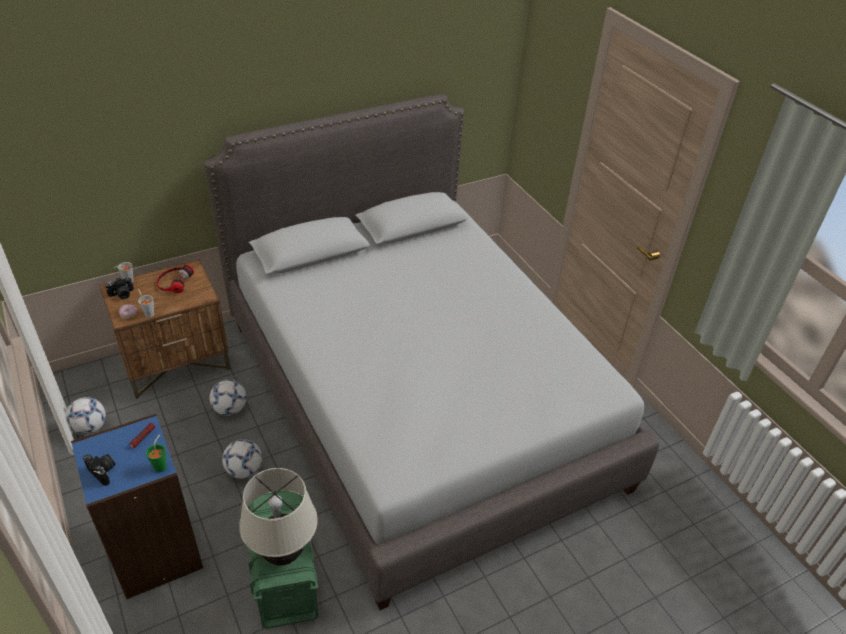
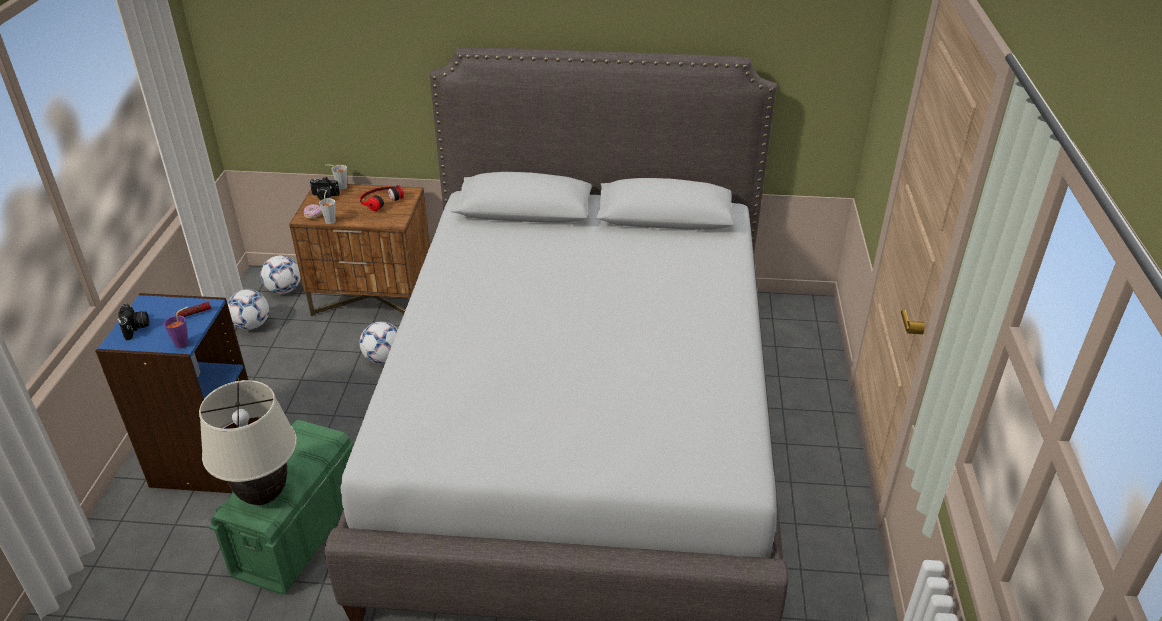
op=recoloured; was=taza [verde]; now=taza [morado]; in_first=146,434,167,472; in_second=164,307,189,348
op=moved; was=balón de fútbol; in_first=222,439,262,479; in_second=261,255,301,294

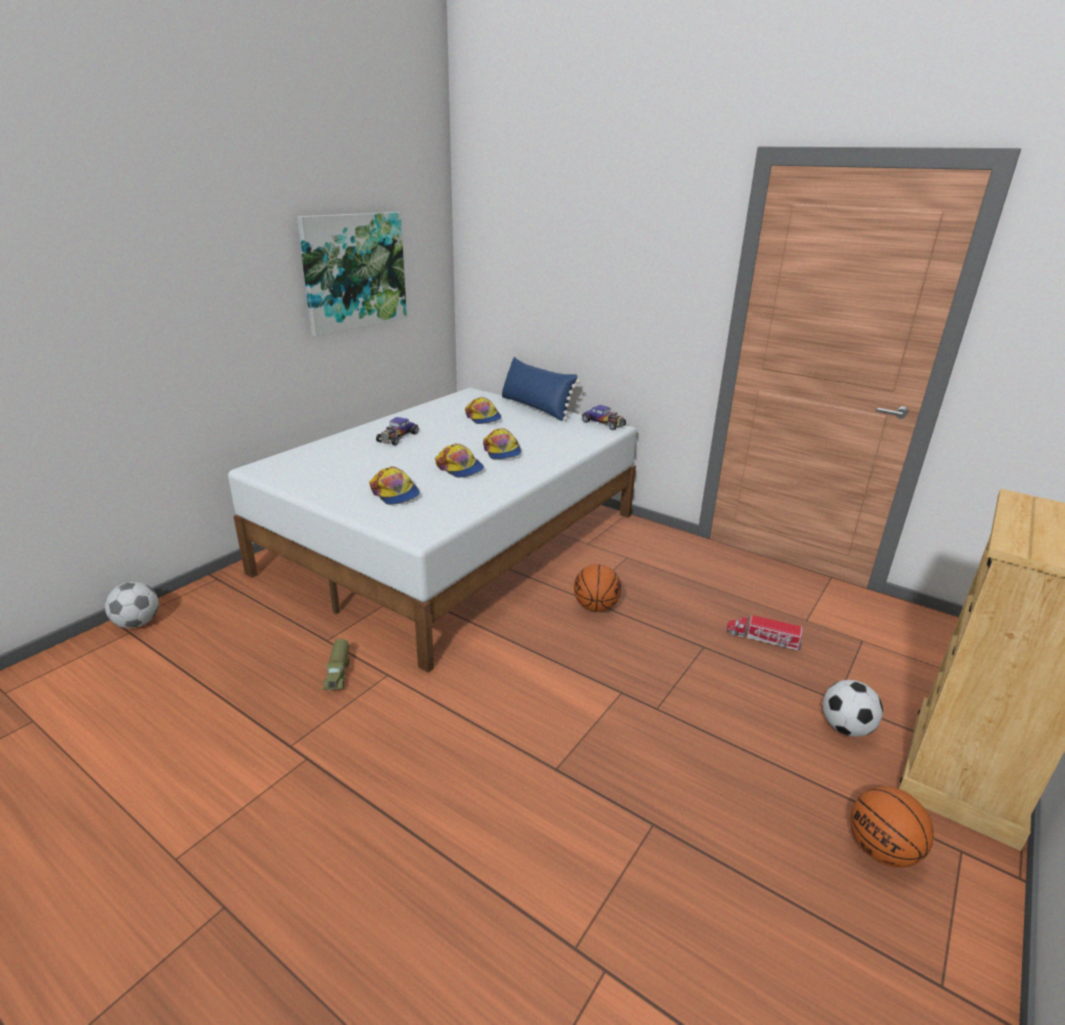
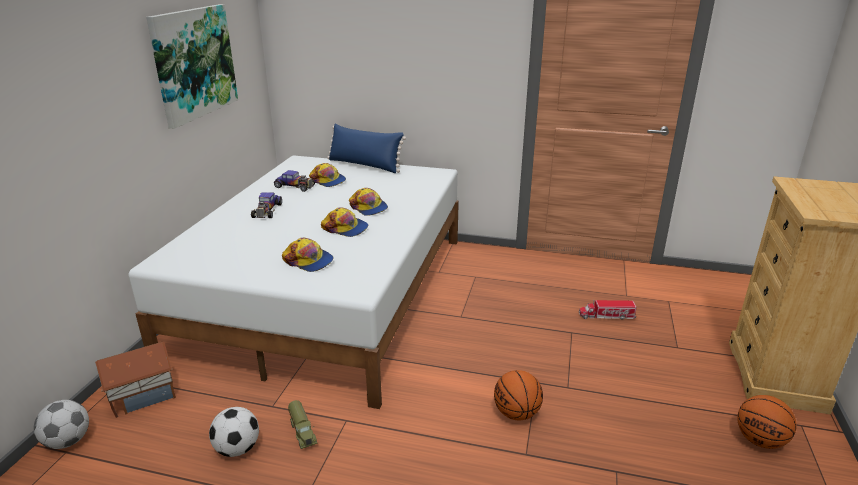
op=moved; was=coche de juguete; in_first=582,405,626,430; in_second=274,170,315,192
op=moved; was=balón de baloncesto; in_first=574,564,621,612; in_second=494,370,543,421
op=moved; was=balón de fútbol; in_first=822,680,883,737; in_second=209,407,259,457
op=added; now=casita; in_second=95,342,176,418

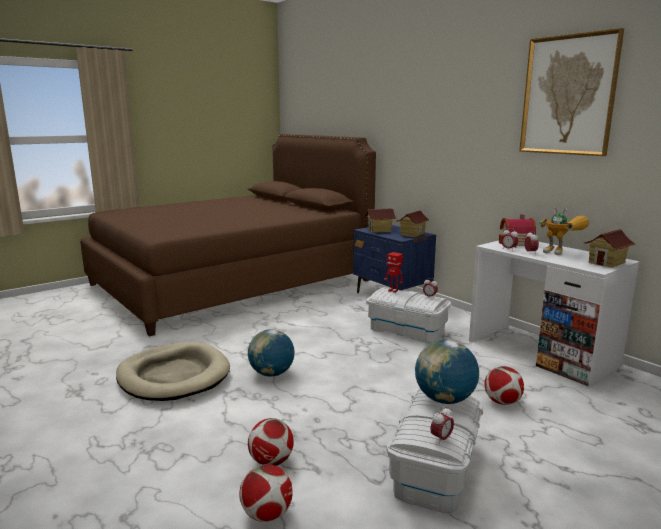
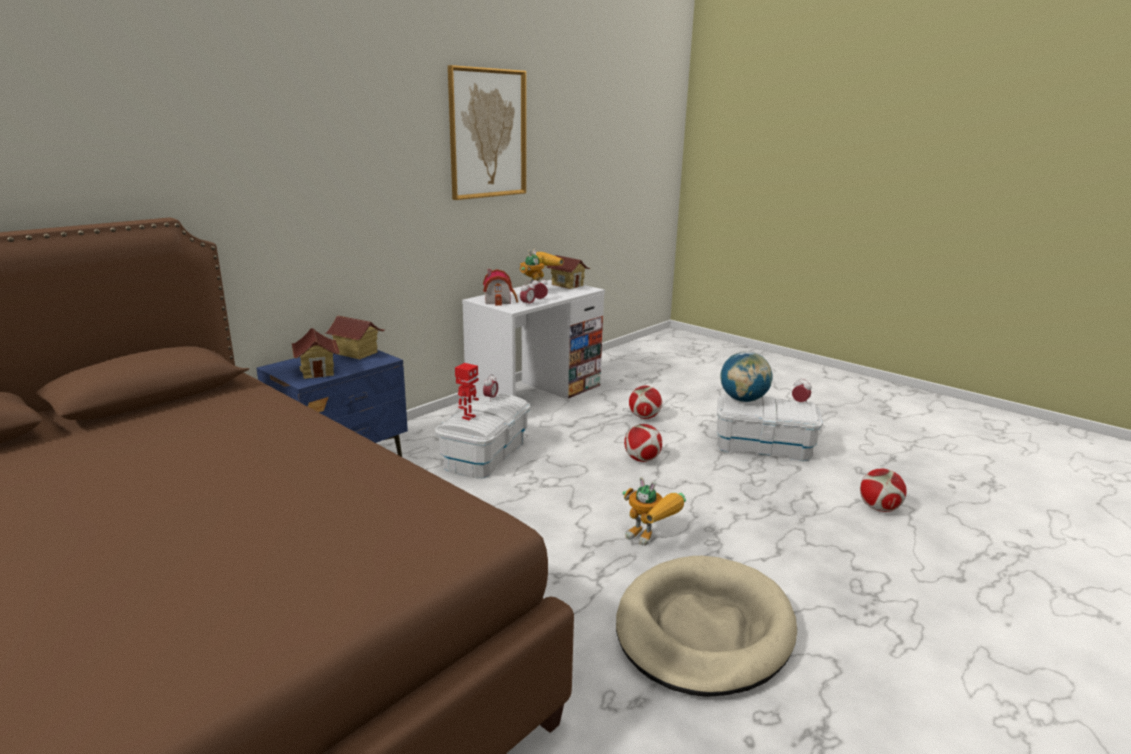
op=replaced; was=globo terráqueo; now=robot de juguete; in_first=248,329,295,376; in_second=622,477,686,546
op=moved; was=balón de fútbol; in_first=248,418,294,466; in_second=624,424,662,462

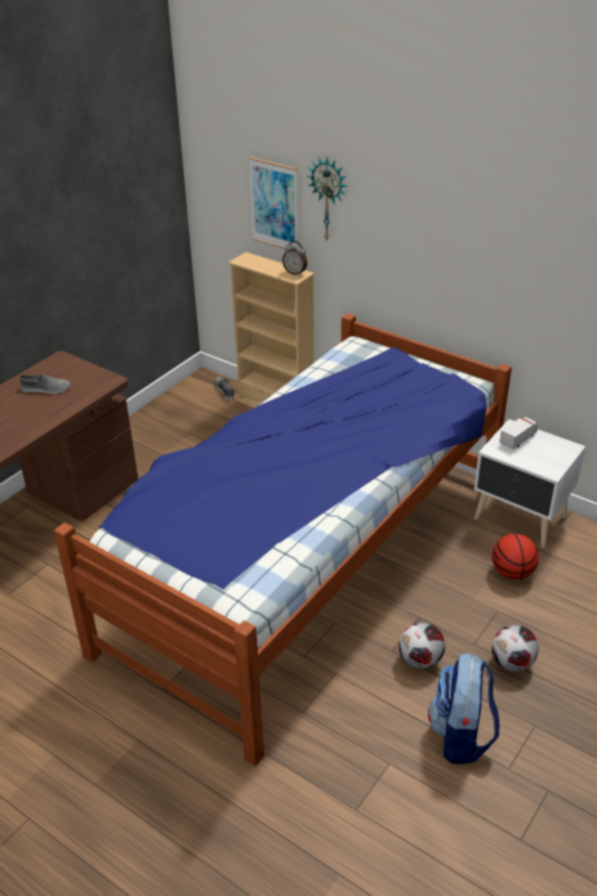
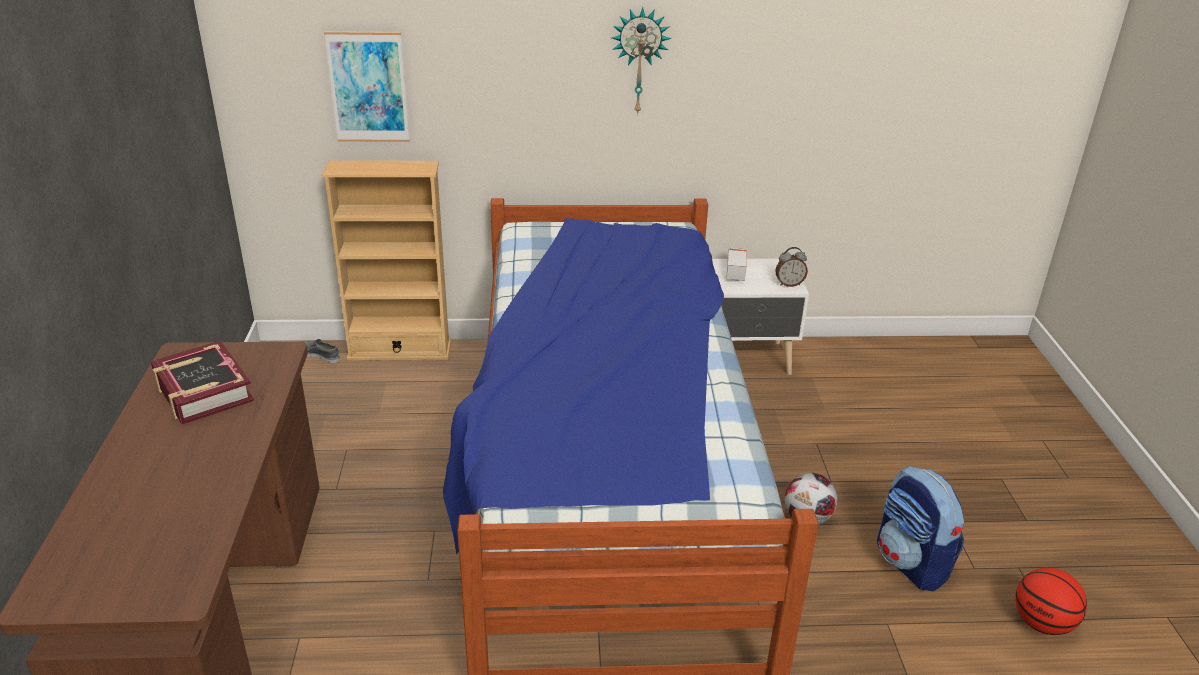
op=moved; was=reloj de pared; in_first=307,156,348,242; in_second=611,7,671,115
op=moved; was=despertador; in_first=282,241,307,275; in_second=776,247,808,287
op=replaced; was=zapato [gris]; now=libro; in_first=19,373,71,394; in_second=150,341,254,425
op=moved; was=balón de baloncesto; in_first=492,534,539,580; in_second=1015,568,1087,635
op=removed; was=balón de fútbol; in_first=492,625,539,672

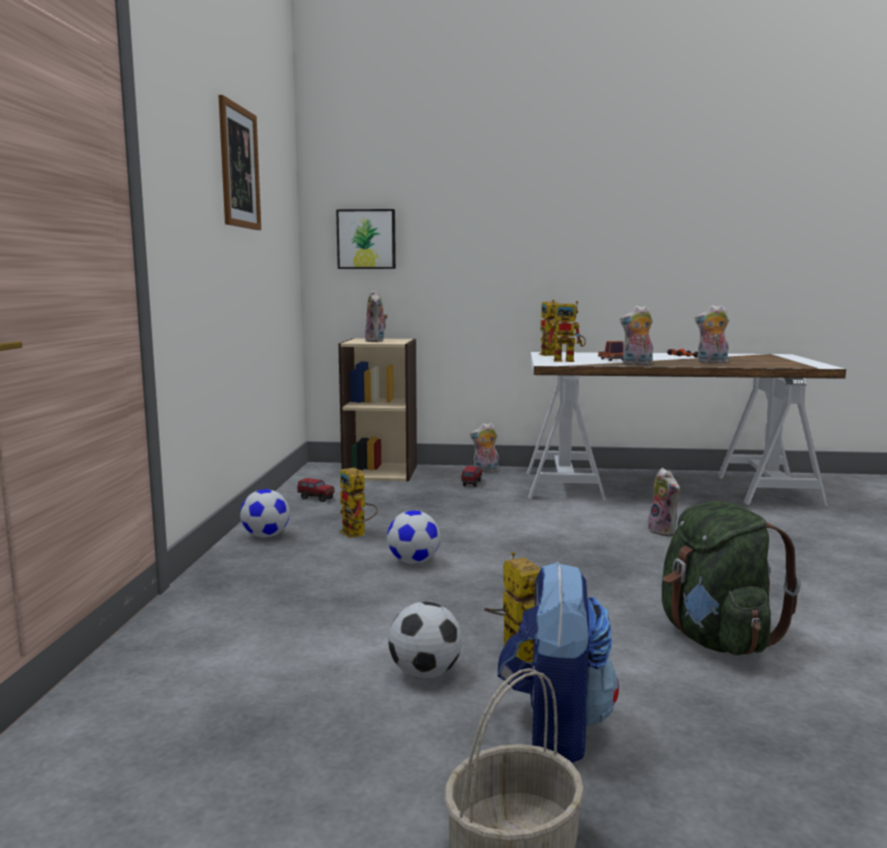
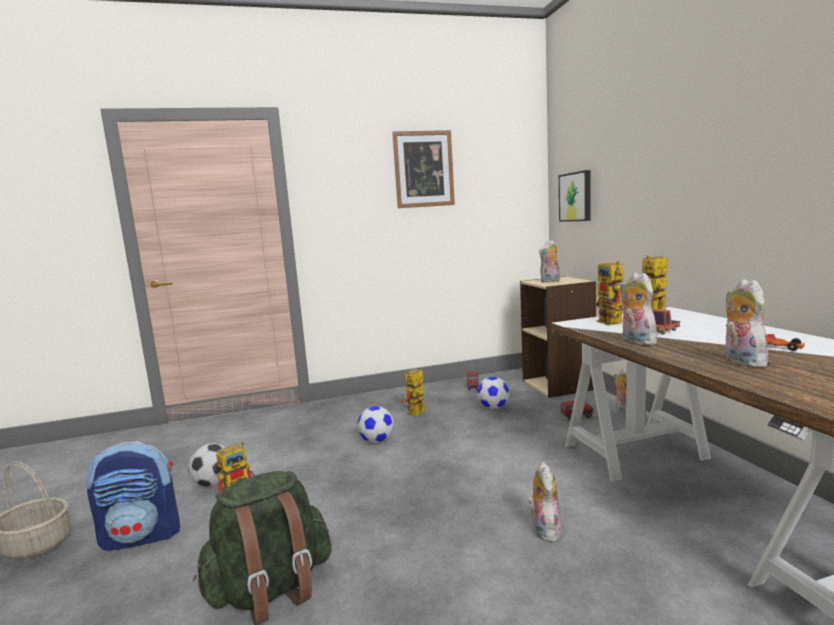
op=turned; was=peluche; in_first=648,468,680,536; in_second=528,462,562,542; clockwise=135
op=moved; was=balón de fútbol; in_first=240,489,290,538; in_second=477,377,509,409

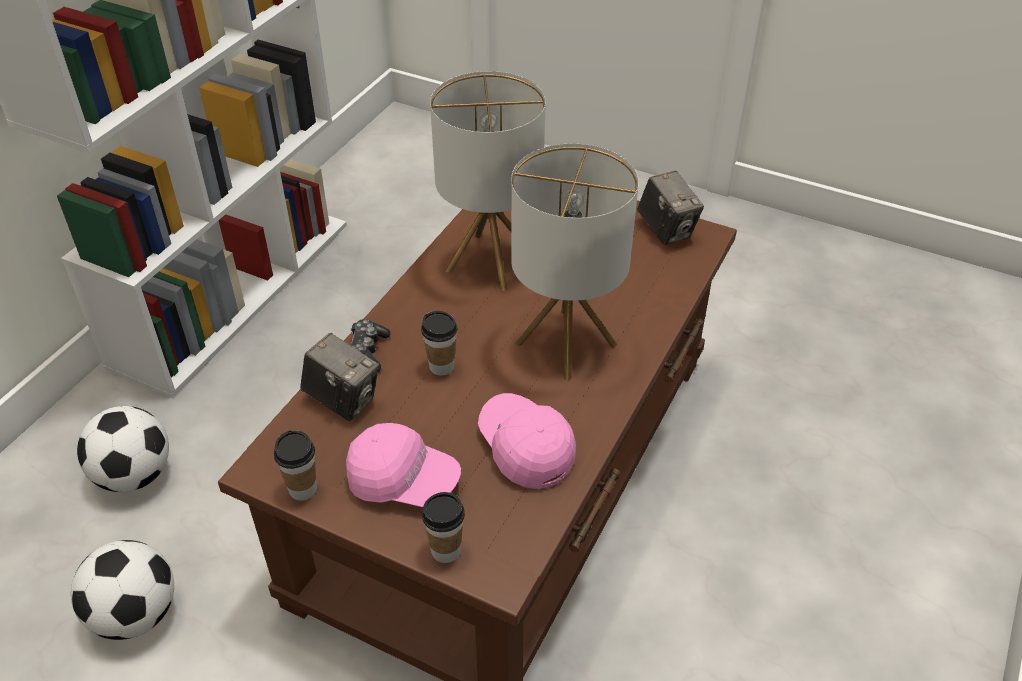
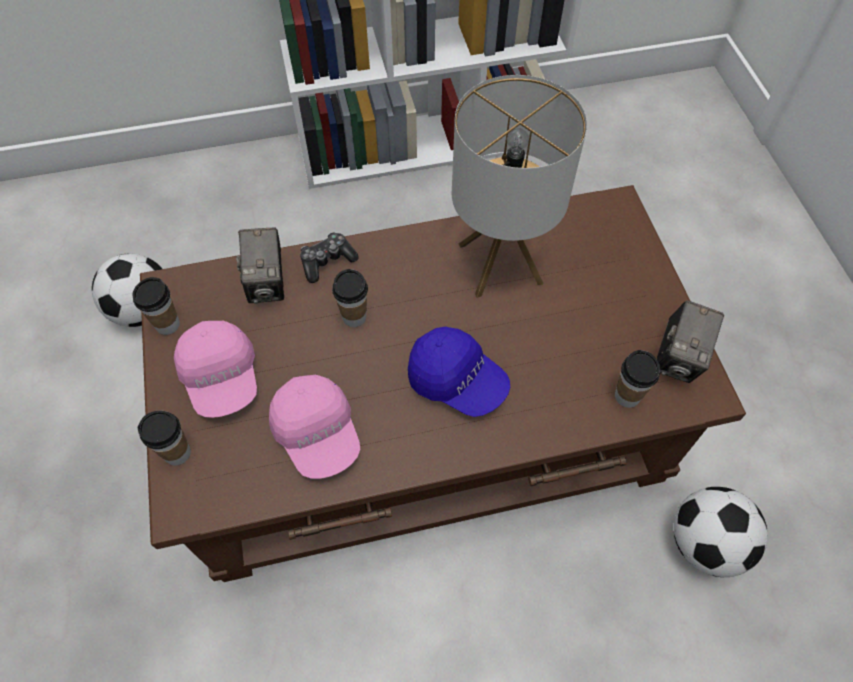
op=replaced; was=lámpara de mesa; now=gorra [azul]; in_first=511,144,639,381; in_second=408,327,510,417
op=turned; was=gorra [rosa]; in_first=478,393,576,489; in_second=269,375,360,479; clockwise=135
op=moved; was=balón de fútbol; in_first=77,406,169,492; in_second=673,487,768,577
op=added; now=taza; in_second=615,350,660,408

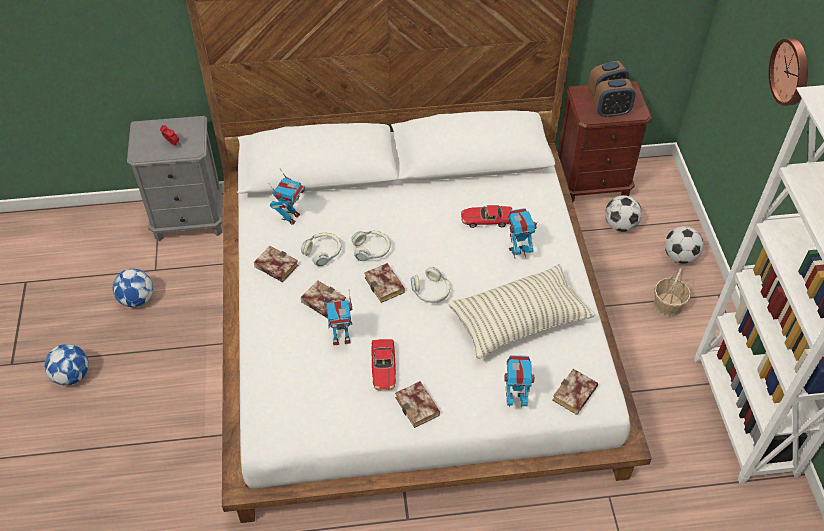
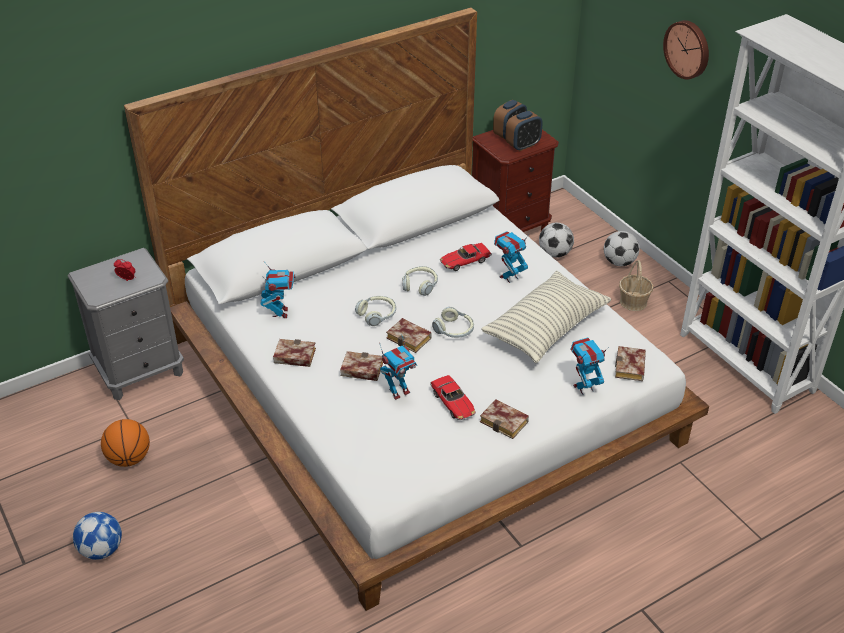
op=moved; was=auriculares; in_first=301,232,341,266; in_second=402,266,438,296
op=replaced; was=balón de fútbol; now=balón de baloncesto; in_first=113,269,153,307; in_second=101,419,150,467

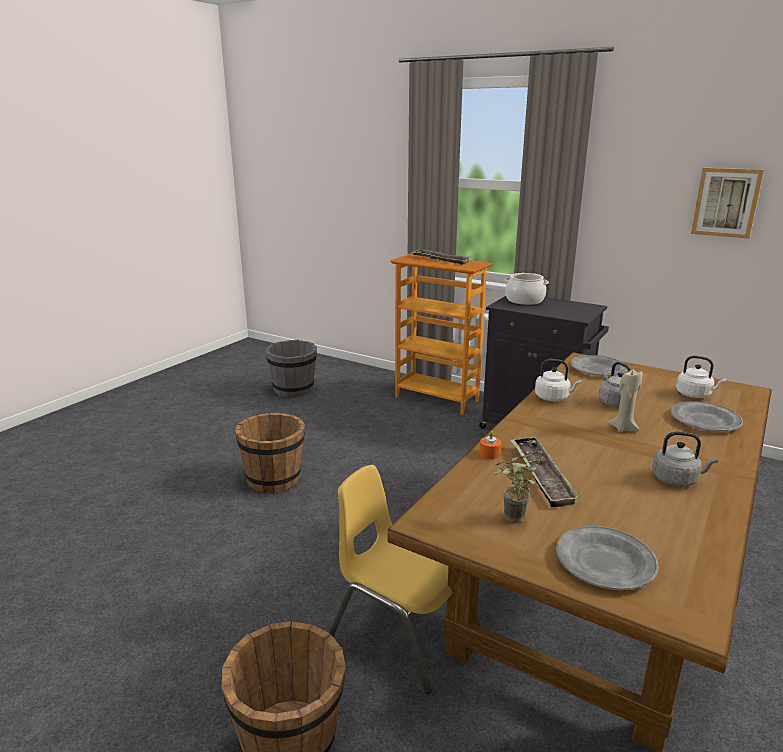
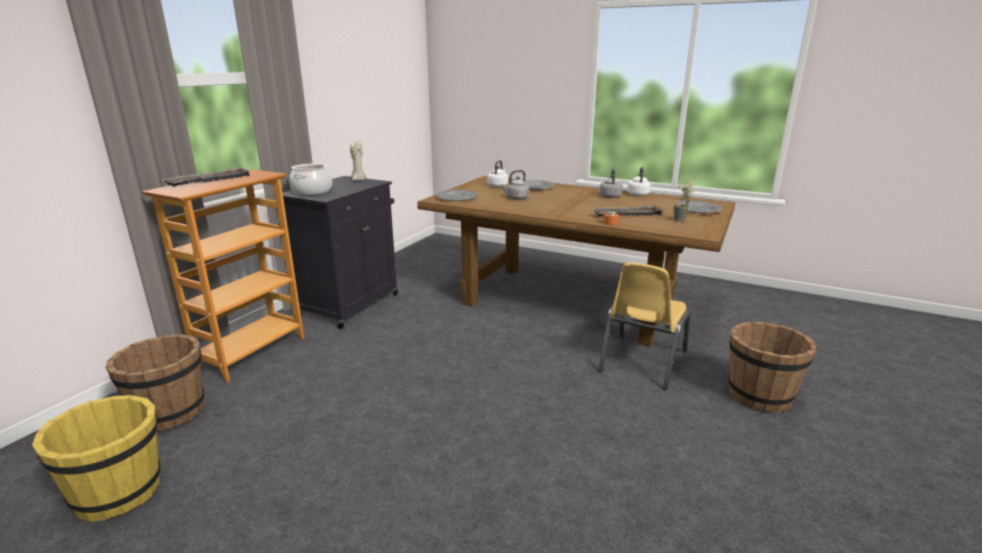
op=removed; was=cuadro; in_first=691,168,764,239
op=recoloured; was=cubo [gris]; now=cubo [amarillo]; in_first=265,340,317,397; in_second=32,395,160,522
op=moved; was=hervidor [blanco]; in_first=535,359,581,402; in_second=627,167,651,196
op=moved; was=vela [beis]; in_first=608,369,642,432; in_second=350,141,366,181
op=moved; was=cubo [marrón]; in_first=235,413,305,493; in_second=106,334,204,431

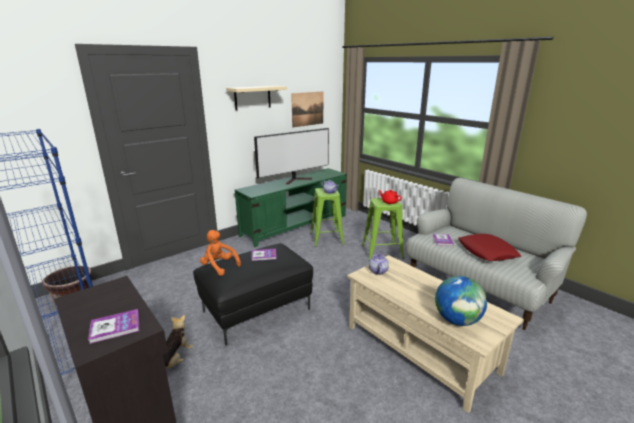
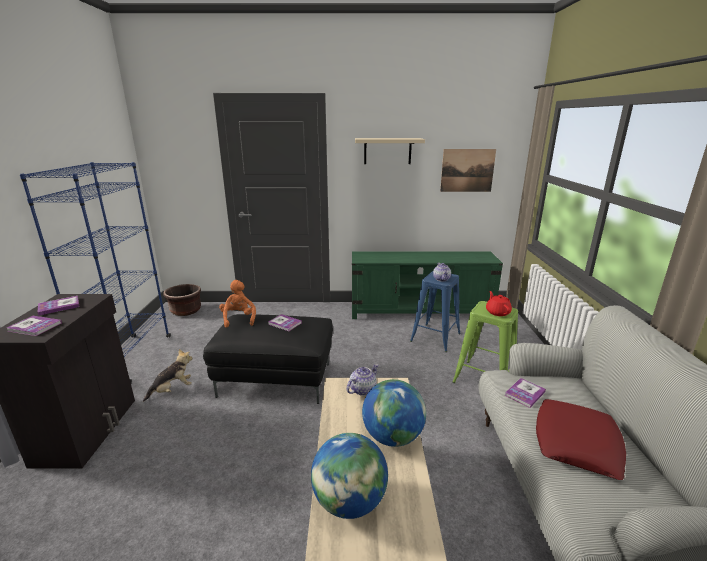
op=removed; was=televisor; in_first=254,128,329,184
op=recoloured; was=taburete [verde]; now=taburete [azul]; in_first=310,188,344,247; in_second=410,271,461,352
op=added; now=libro; in_second=37,296,80,316
op=added; now=globo terráqueo; in_second=362,379,426,447

